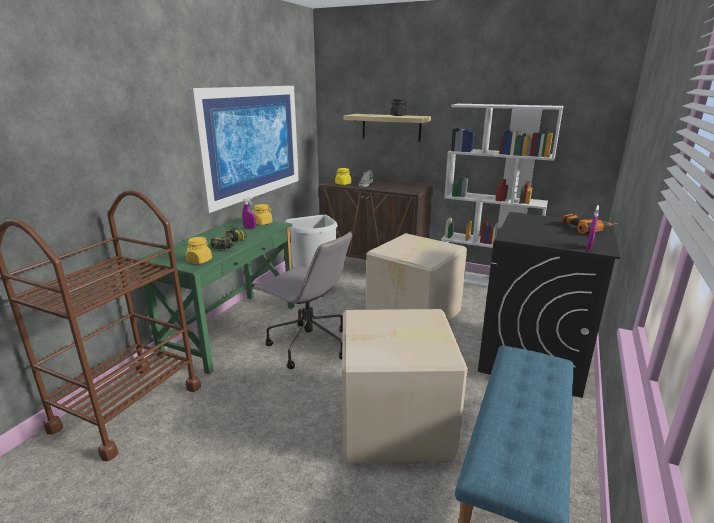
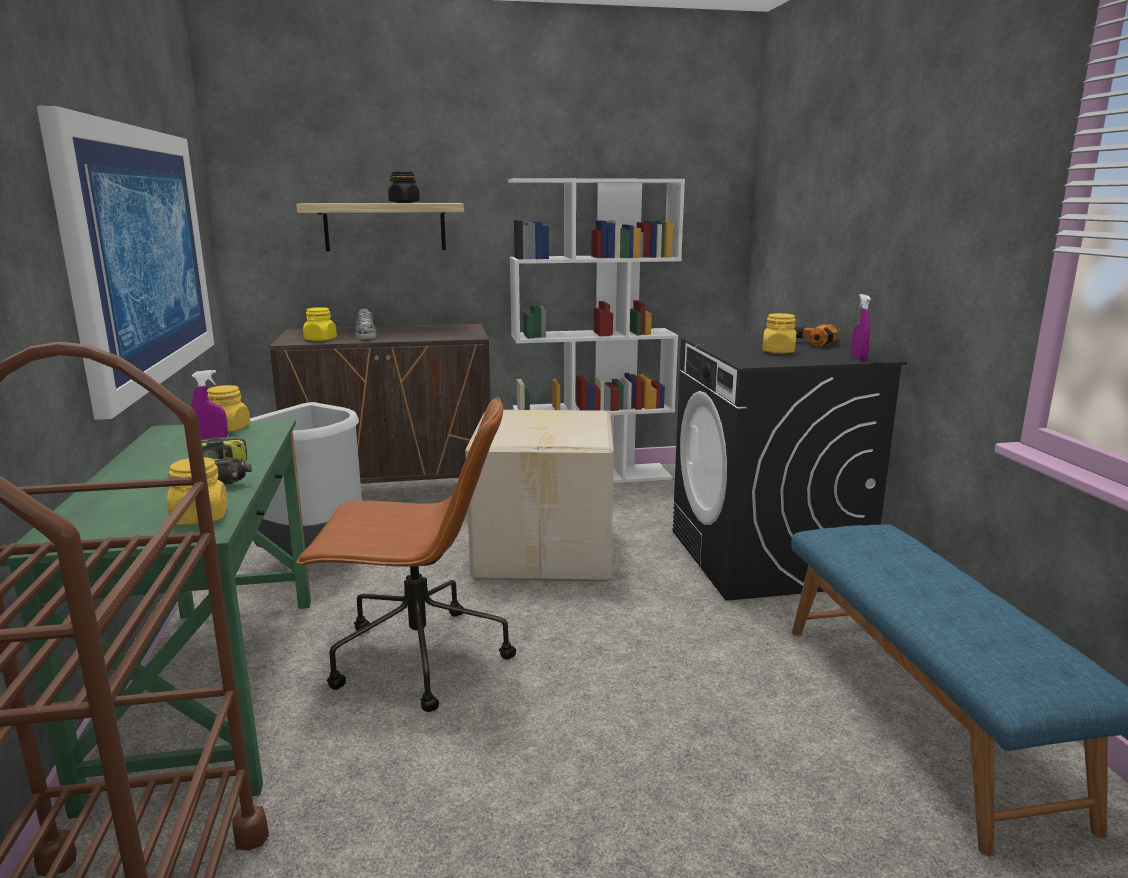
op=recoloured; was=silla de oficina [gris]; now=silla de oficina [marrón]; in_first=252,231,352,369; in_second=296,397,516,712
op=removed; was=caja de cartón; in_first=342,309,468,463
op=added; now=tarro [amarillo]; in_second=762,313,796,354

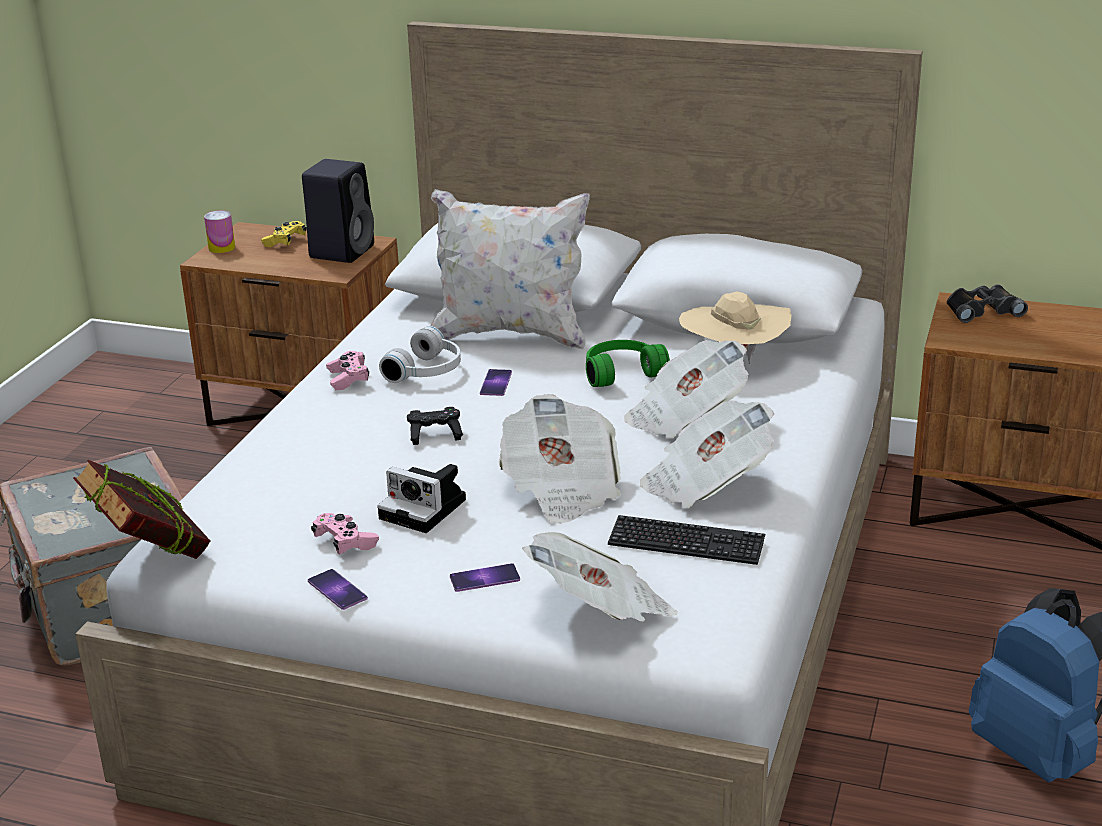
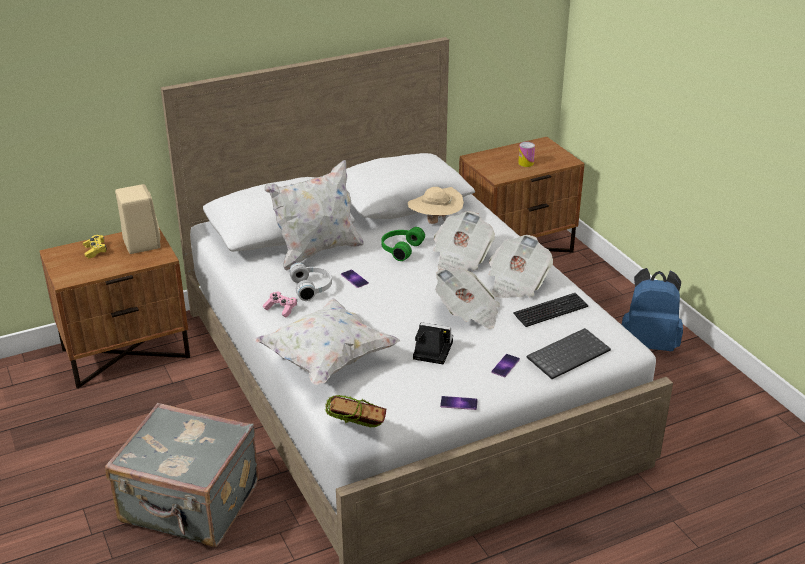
op=recoloured; was=altavoz [negro]; now=altavoz [beis]; in_first=302,159,374,263; in_second=115,184,161,254
op=moved; was=lata; in_first=204,211,235,253; in_second=518,142,535,167
op=removed; was=prismáticos [negro]; in_first=947,284,1028,323
op=removed; was=mando de consola [negro]; in_first=407,407,463,445
op=turned; was=cámara; in_first=377,464,466,533; in_second=413,322,453,364; clockwise=-150
op=removed; was=mando de consola [rosa]; in_first=311,513,379,554
op=replaced; was=periódico; now=teclado; in_first=522,532,678,622; in_second=526,328,611,379
op=added; now=cojín [blanco]; in_second=254,298,400,385

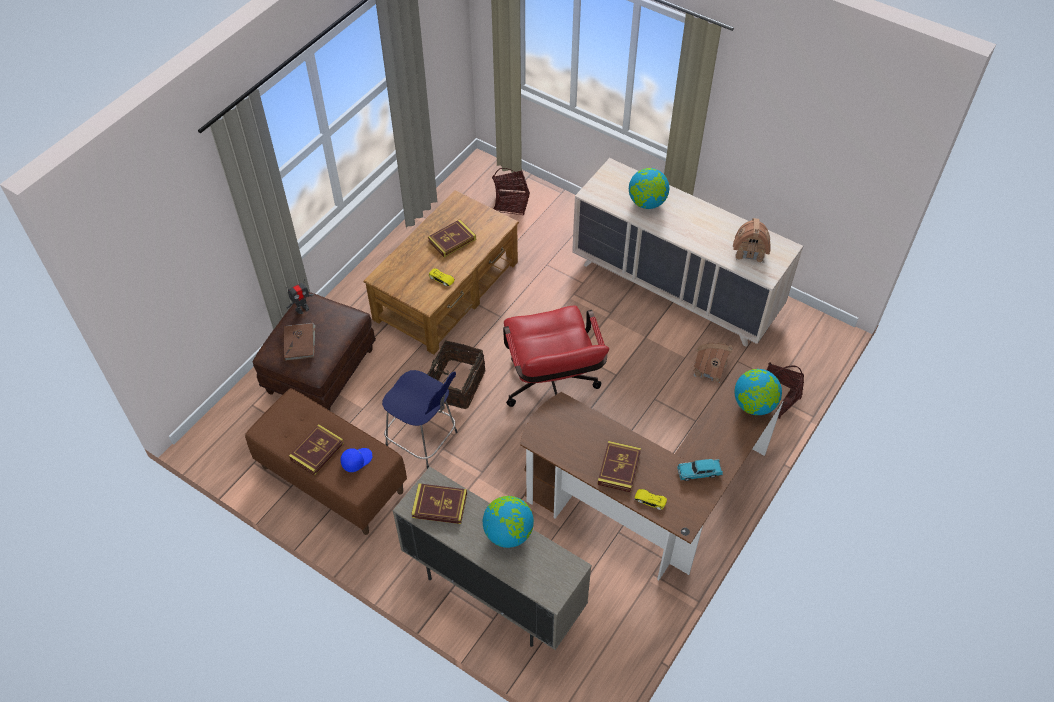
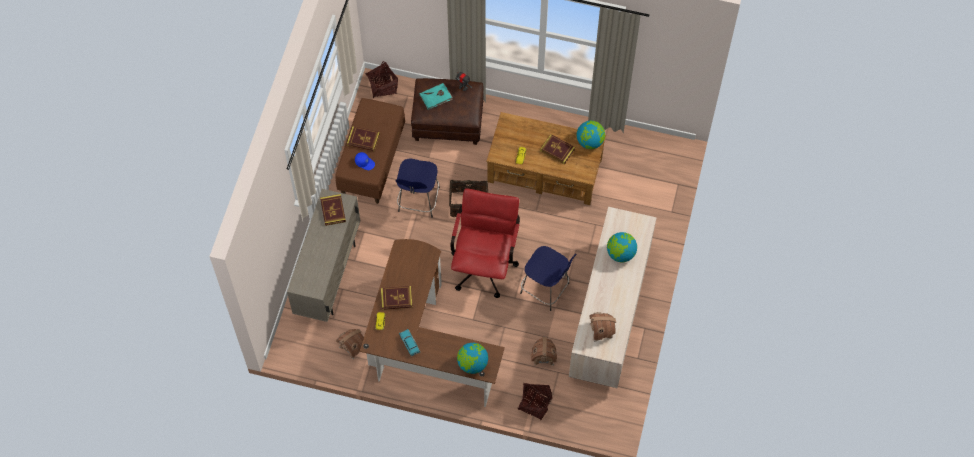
op=moved; was=cesta; in_first=492,168,530,215; in_second=366,61,398,98
op=turned; was=silla de oficina [rojo]; in_first=503,305,609,407; in_second=450,188,520,298; clockwise=135
op=recoloured; was=libro [marrón]; now=libro [turquesa]; in_first=283,323,316,361; in_second=420,83,453,110
op=moved; was=globo terráqueo; in_first=483,496,534,548; in_second=577,121,605,149
op=added; now=taburete [azul]; in_second=520,246,577,311
op=added; now=casita; in_second=336,329,364,359

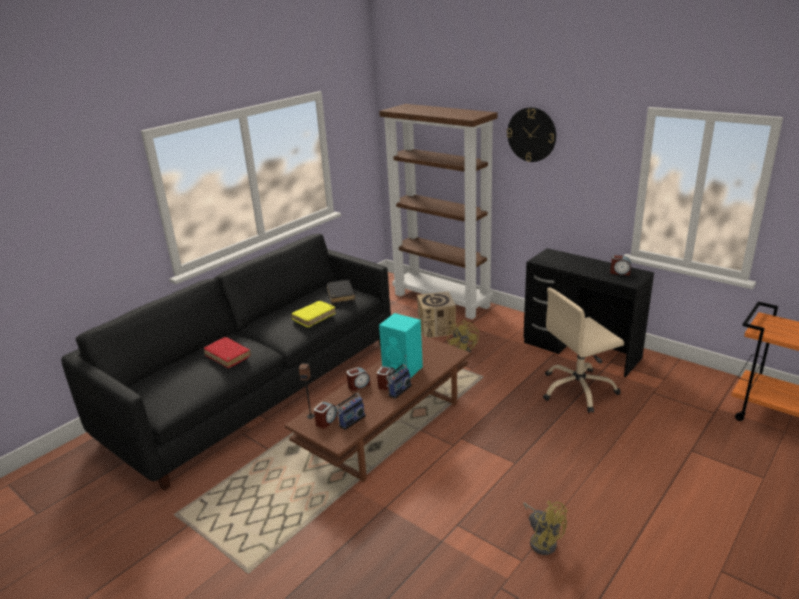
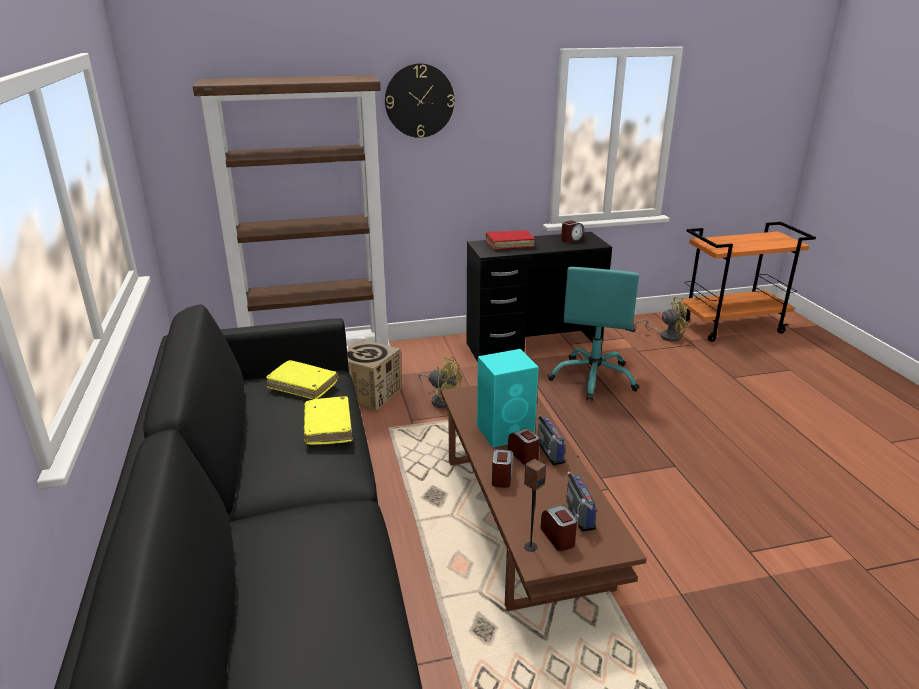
op=recoloured; was=libro [negro]; now=libro [amarillo]; in_first=327,280,355,304; in_second=266,360,338,399
op=recoloured; was=silla de oficina [beis]; now=silla de oficina [turquesa]; in_first=543,287,624,413; in_second=548,267,639,401
op=moved; was=libro [rojo]; in_first=204,337,251,368; in_second=486,230,535,250
op=moved; was=ventilador [amarillo]; in_first=523,501,568,555; in_second=634,297,690,342

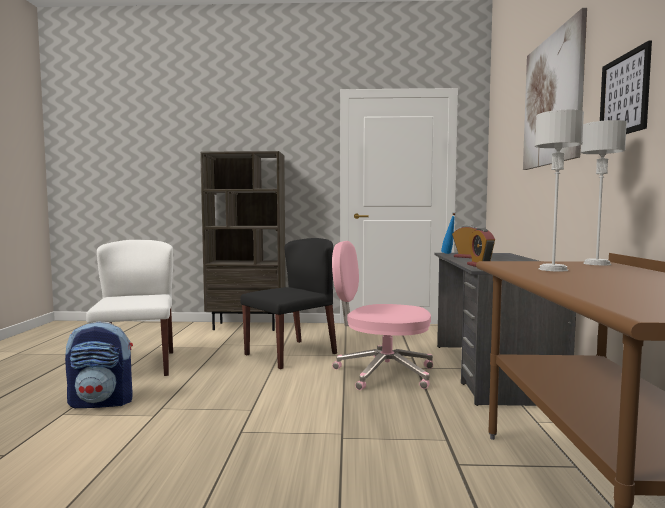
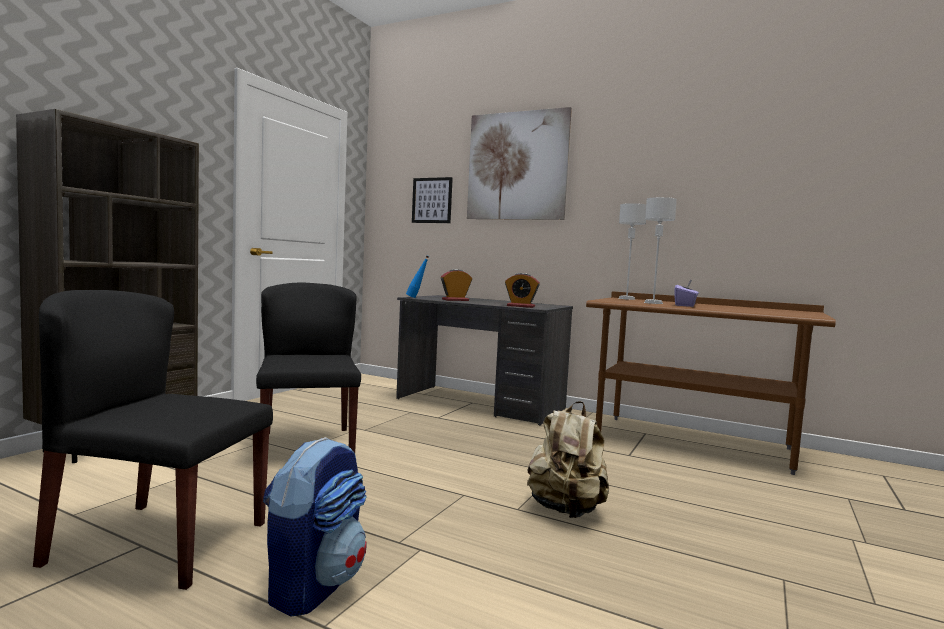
op=moved; was=cuadro; in_first=600,41,652,134; in_second=412,177,453,223
op=recoloured; was=silla [blanco]; now=silla [negro]; in_first=86,240,173,376; in_second=33,290,273,590
op=removed; was=silla de oficina [rosa]; in_first=332,241,433,390
op=added; now=caja de pañuelos [morado]; in_second=674,280,699,307
op=added; now=mochila [beis]; in_second=527,401,609,518

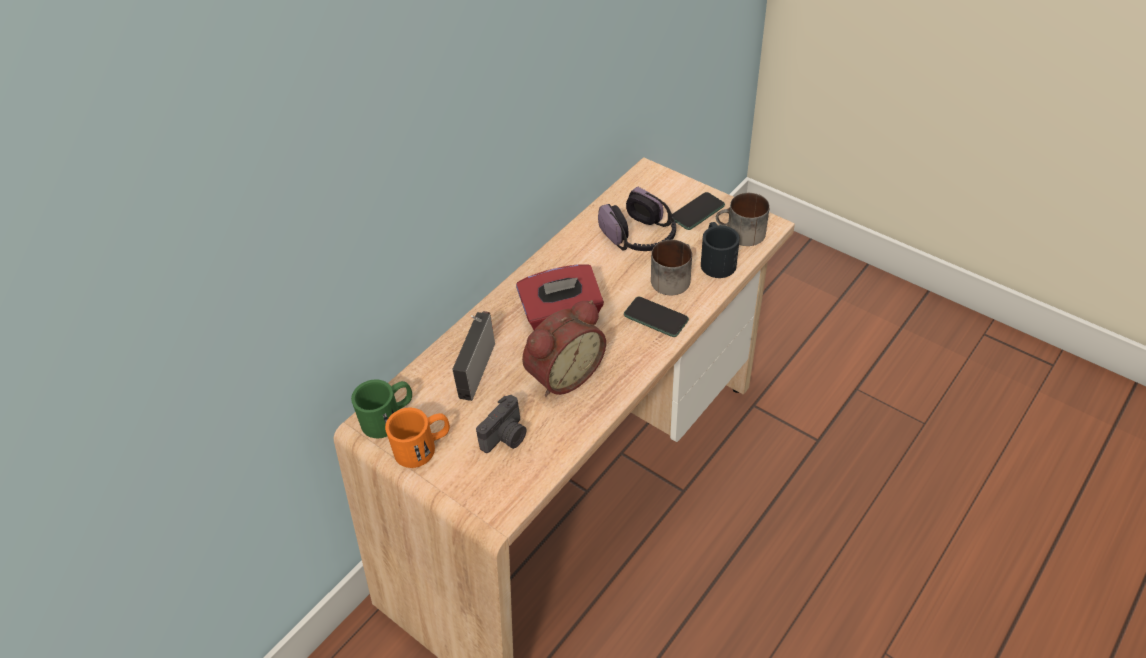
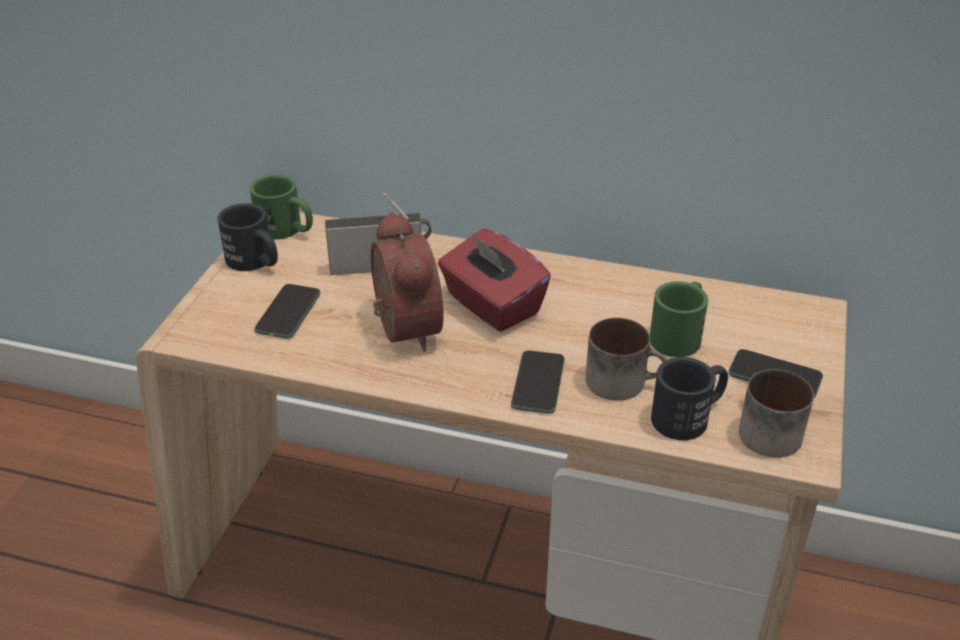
op=replaced; was=auriculares; now=taza grande [verde]; in_first=598,187,676,251; in_second=650,281,708,357
op=turned; was=despertador; in_first=522,300,606,397; in_second=371,211,444,351; clockwise=-135
op=replaced; was=cámara; now=móvil; in_first=476,395,526,453; in_second=254,284,321,339
op=recoloured; was=taza grande [naranja]; now=taza grande [negro]; in_first=385,408,450,468; in_second=217,203,278,271

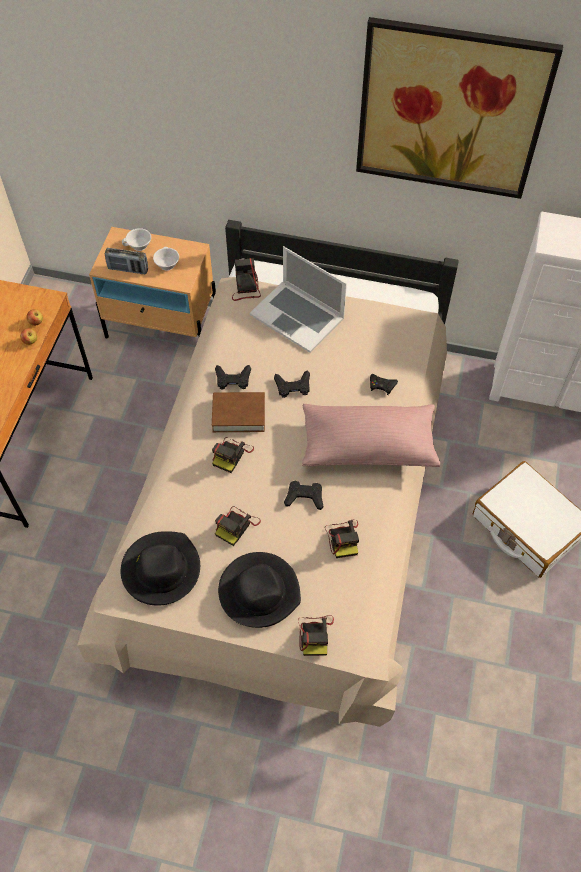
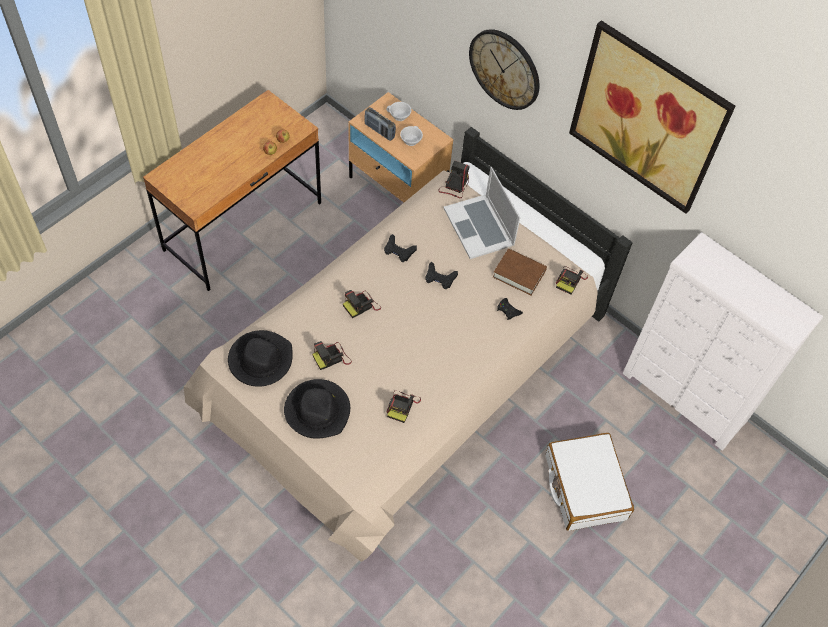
op=moved; was=libro [marrón]; in_first=212,392,265,432; in_second=493,248,547,295
op=removed; was=cojín [rosa]; in_first=302,404,440,467
op=removed; was=mando de consola [negro]; in_first=284,481,323,510
op=moved; was=cámara; in_first=298,615,334,656; in_second=556,266,588,295
op=added; now=reloj de pared; in_second=469,29,540,110

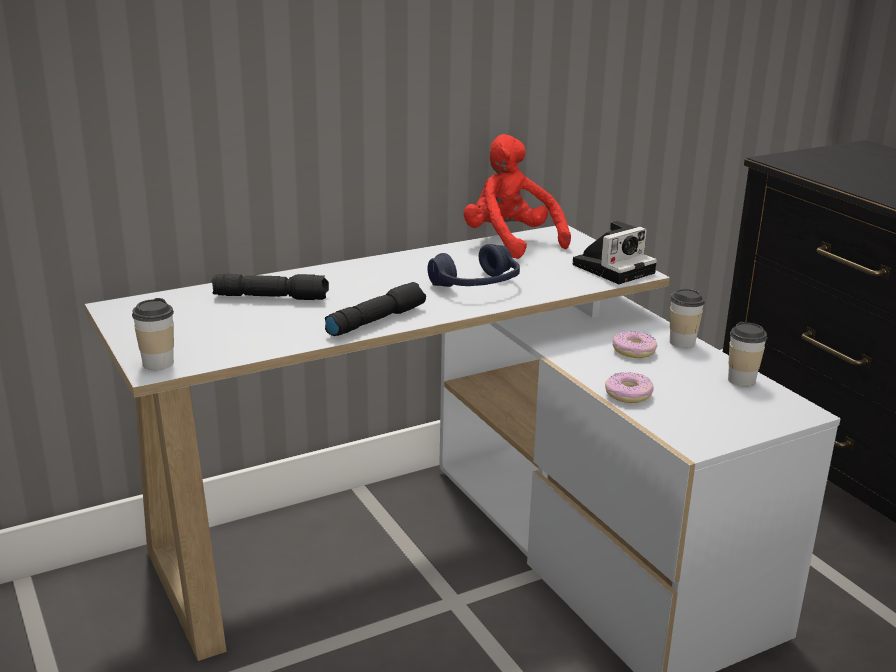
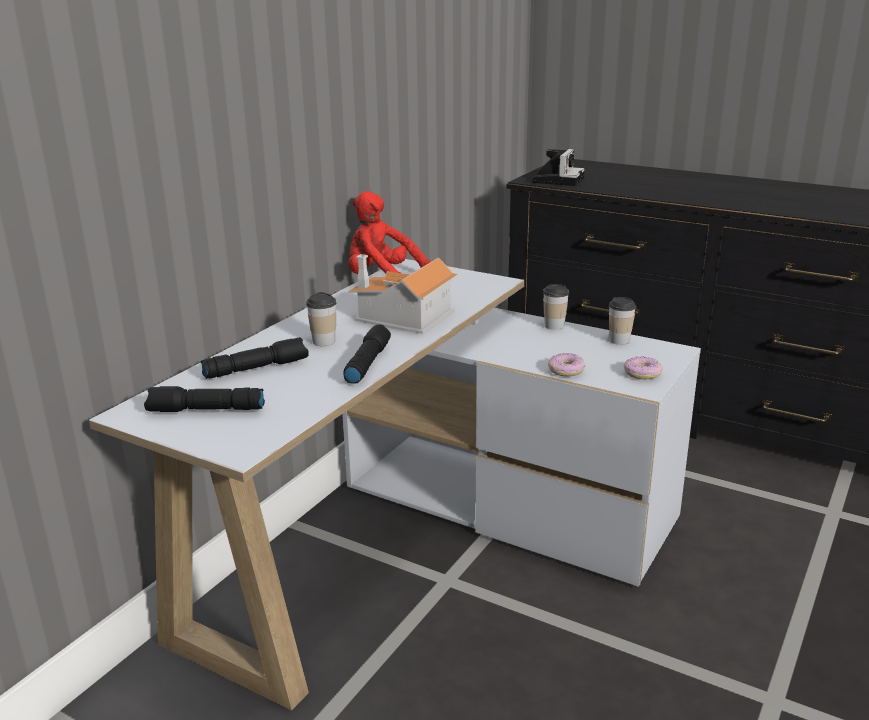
op=moved; was=cámara; in_first=573,221,657,284; in_second=532,149,585,186
op=replaced; was=auriculares [azul]; now=casita; in_first=428,244,520,287; in_second=348,254,459,334
op=moved; was=taza; in_first=132,298,174,370; in_second=306,292,336,346
op=moved; was=rosquilla; in_first=613,331,657,358; in_second=624,357,663,379
op=added; now=linterna [negro]; in_second=144,386,265,412

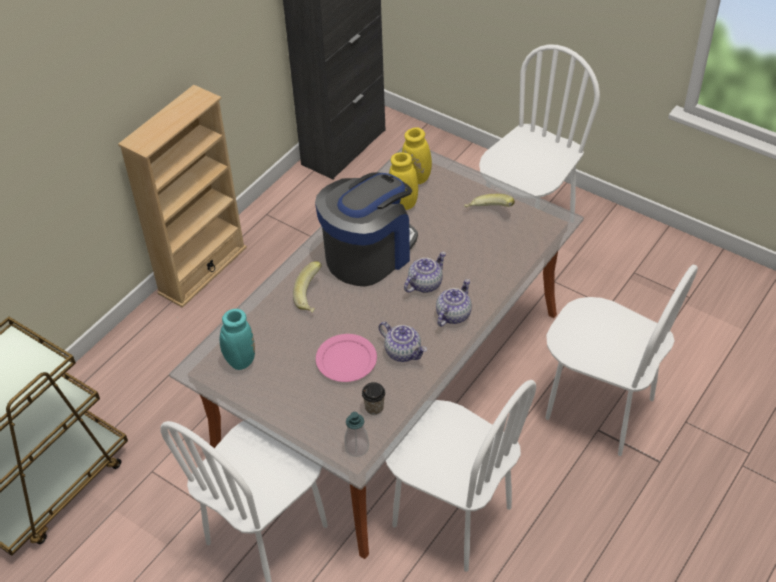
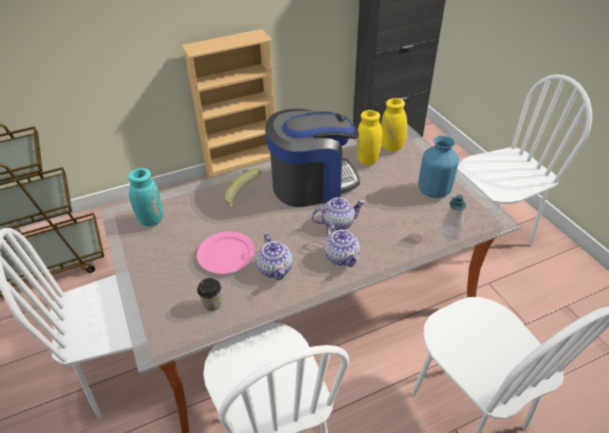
op=replaced; was=plátano; now=florero [azul]; in_first=464,194,515,207; in_second=418,136,459,198
op=turned; was=tetera; in_first=436,279,472,327; in_second=324,223,360,267; clockwise=90
op=moved; was=dispensador de jabón; in_first=345,412,369,457; in_second=441,195,466,240

